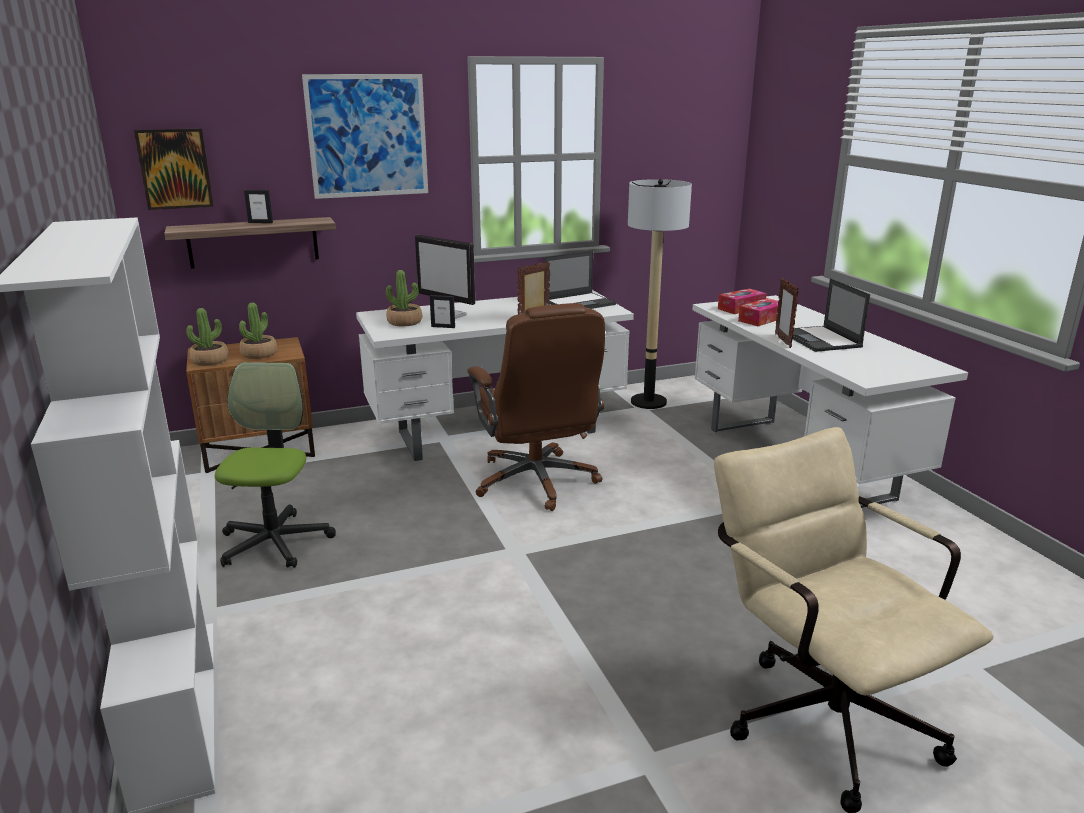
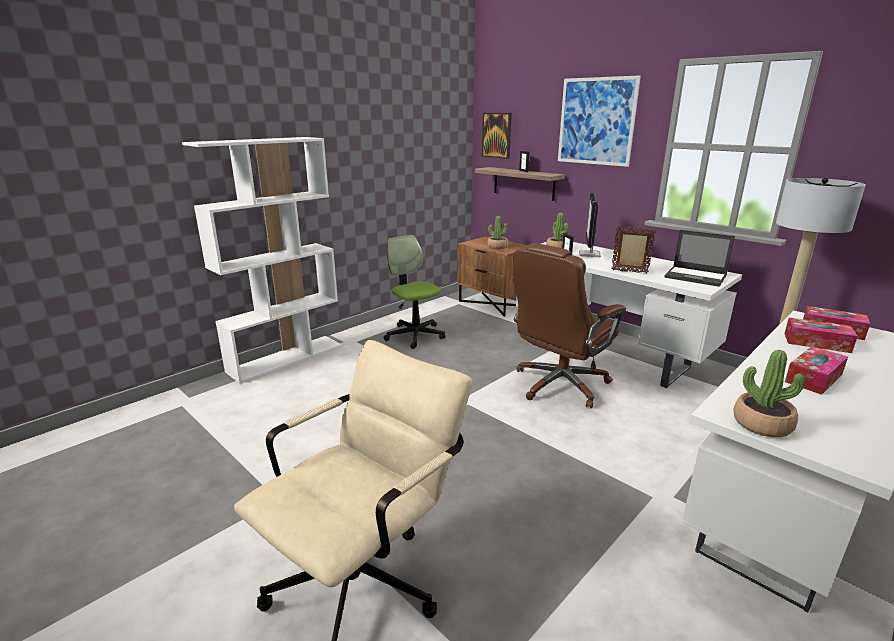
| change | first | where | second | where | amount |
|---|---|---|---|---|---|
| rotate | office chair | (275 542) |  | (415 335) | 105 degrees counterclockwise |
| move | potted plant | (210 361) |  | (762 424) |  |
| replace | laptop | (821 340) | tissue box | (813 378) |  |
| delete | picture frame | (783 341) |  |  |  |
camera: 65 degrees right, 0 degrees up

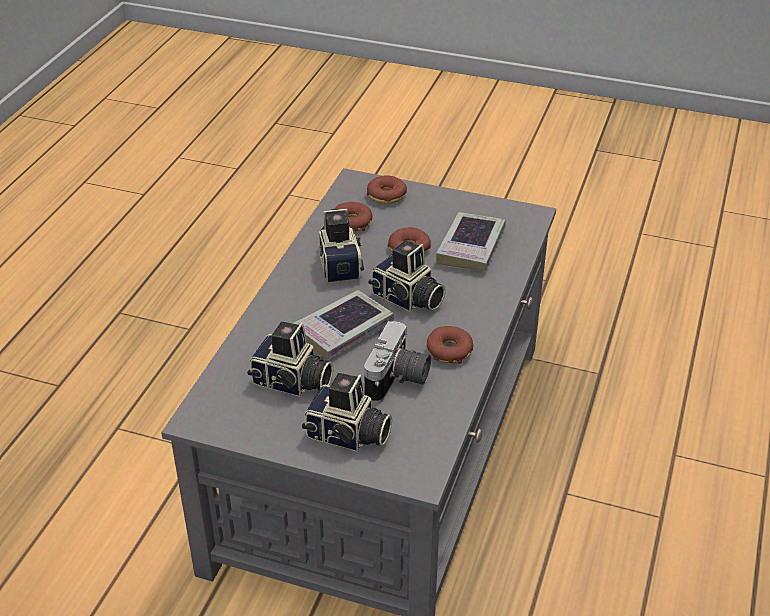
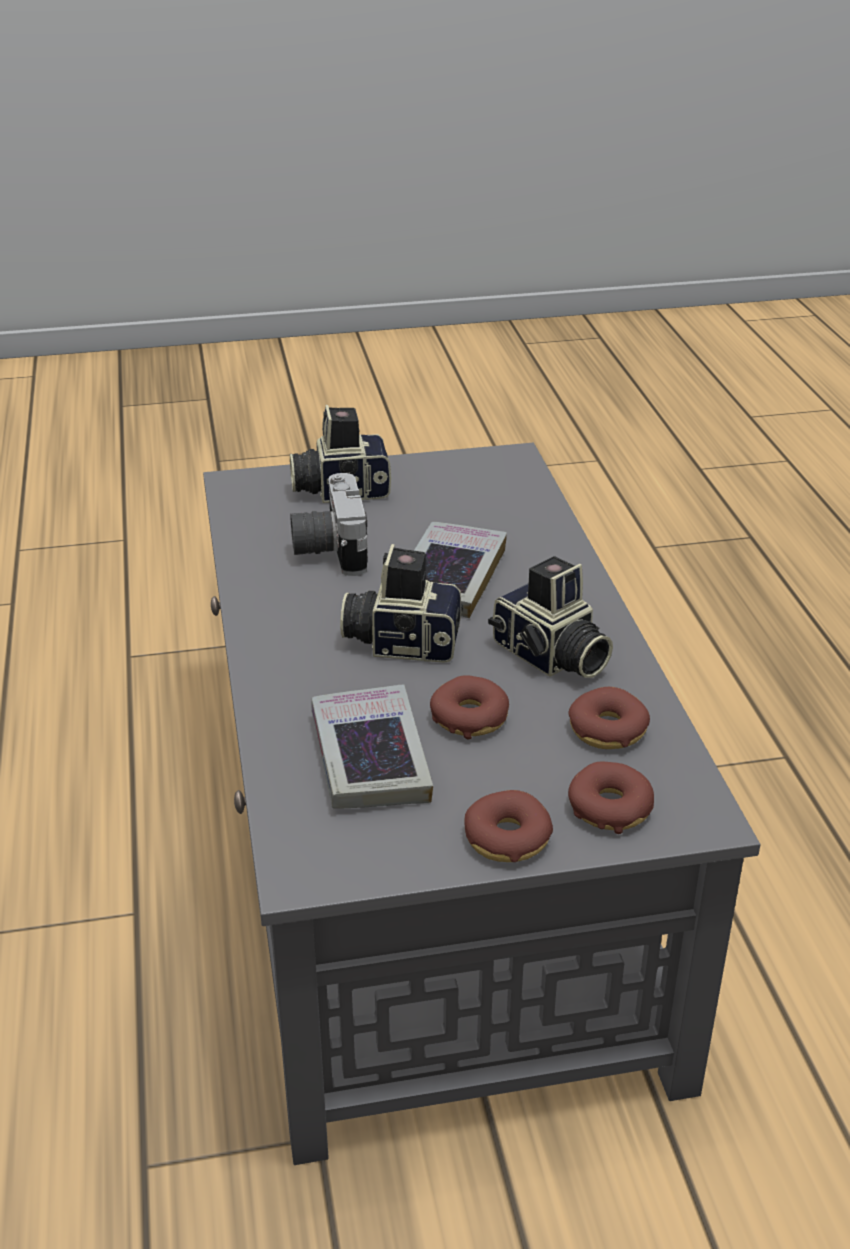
| change | first | where | second | where | amount |
|---|---|---|---|---|---|
| move | donut | (449 351) |  | (507 838) |  |
| delete | photo camera | (292 383) |  |  |  |
camera: 150 degrees right, 5 degrees down

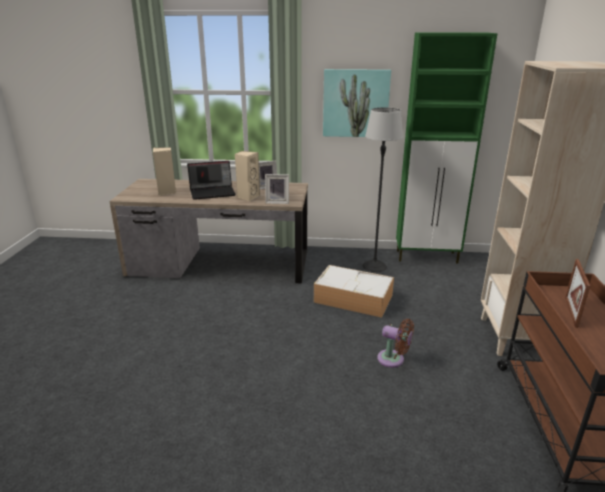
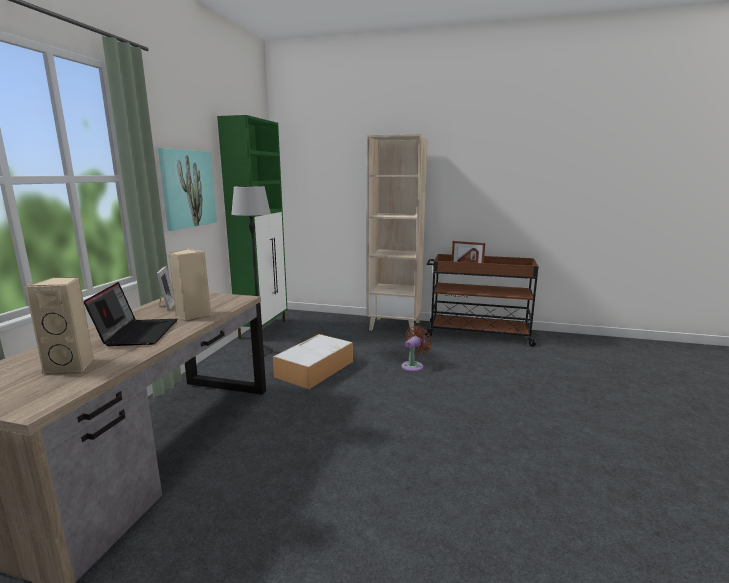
| change | first | where | second | where | amount |
|---|---|---|---|---|---|
| delete | picture frame | (277 202) |  |  |  |
camera: 80 degrees left, 10 degrees down

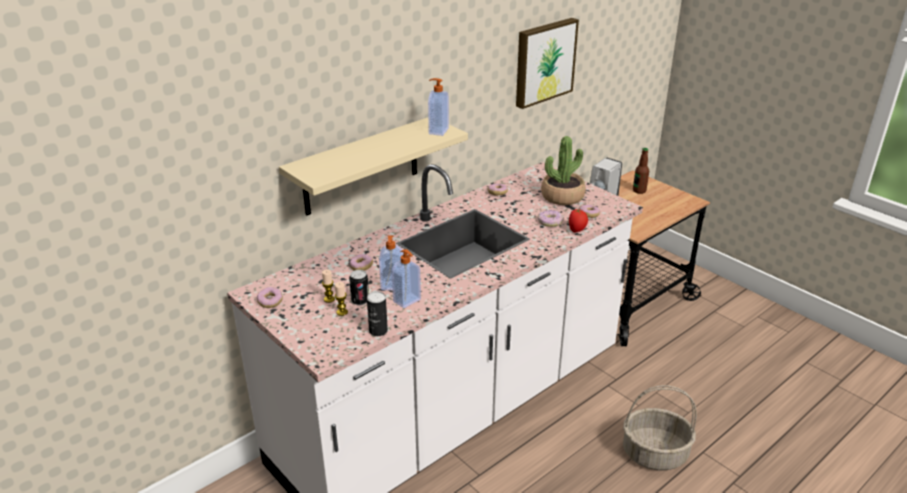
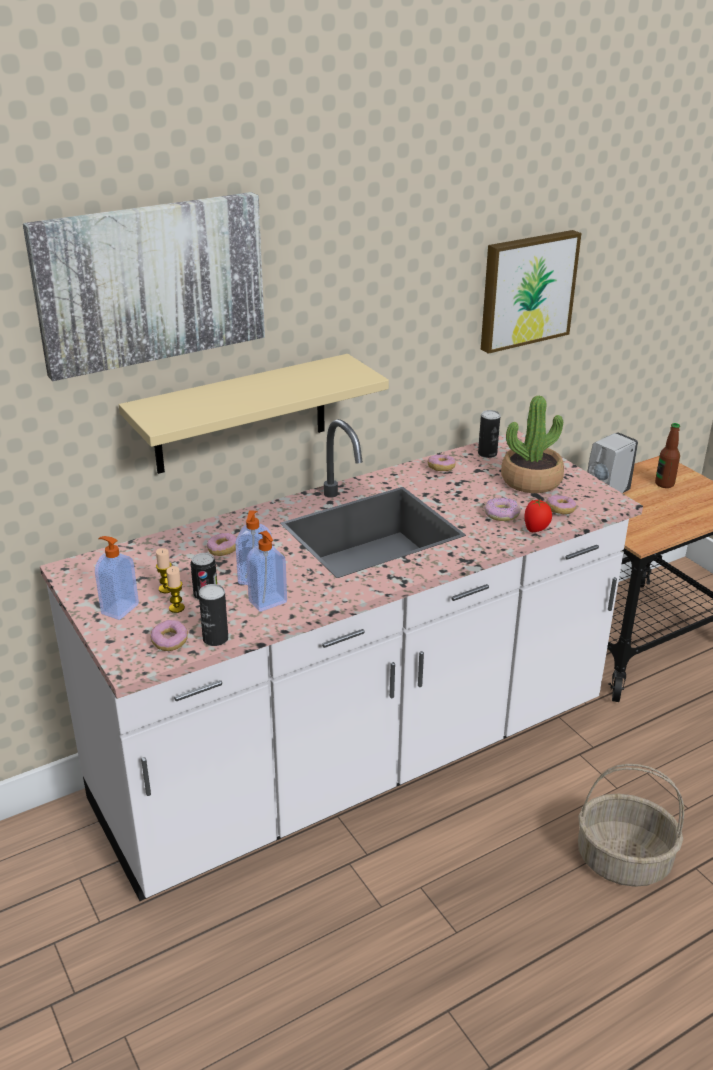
| change | first | where | second | where | amount |
|---|---|---|---|---|---|
| insert |  |  | picture | (151 283) |  |
| move | soap dispenser | (437 131) |  | (119 609) |  |
| move | donut | (270 302) |  | (169 642) |  |
| insert |  |  | can | (487 454) |  |
camera: 10 degrees right, 0 degrees up

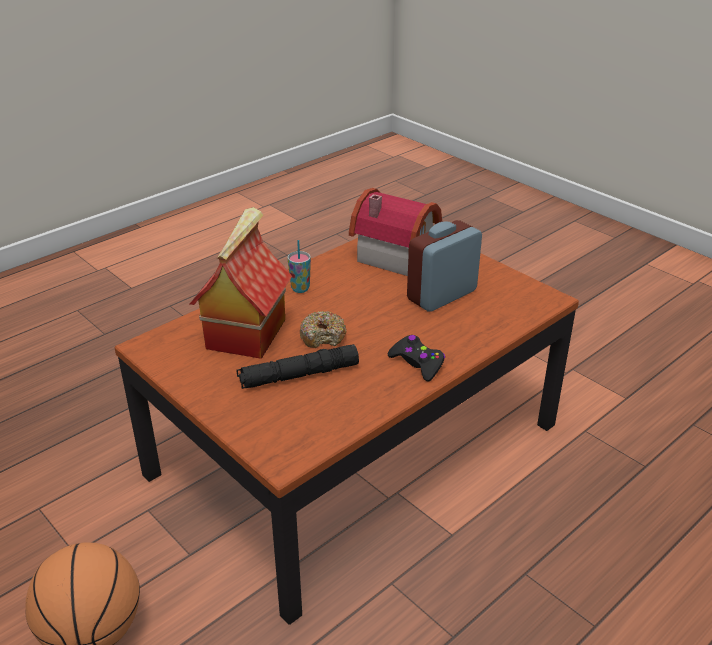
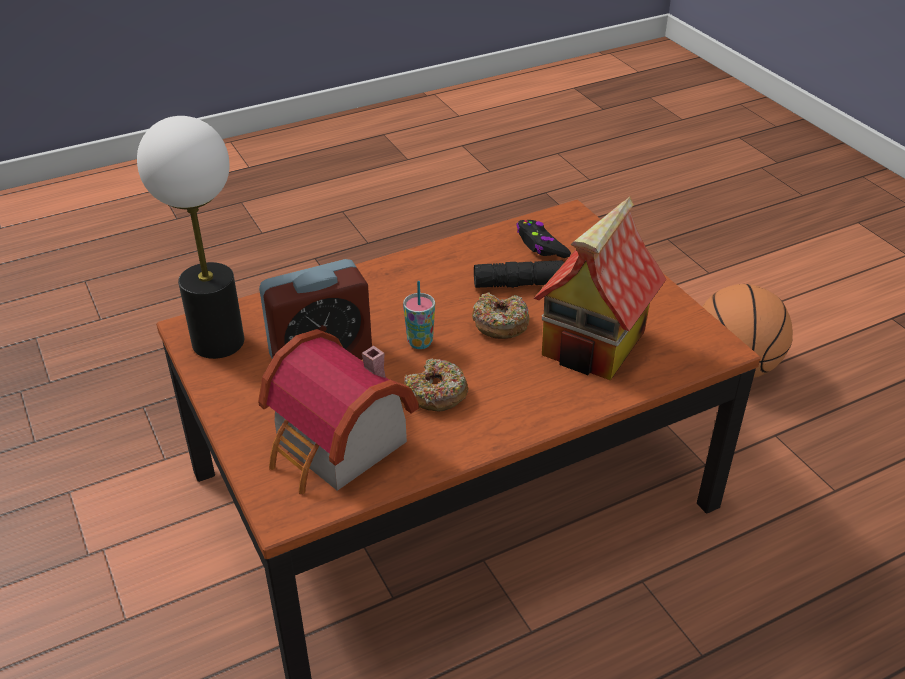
| change | first | where | second | where | amount |
|---|---|---|---|---|---|
| insert |  |  | table lamp | (219 341) |  |
| move | cup | (300 289) |  | (420 342) |  |
| insert |  |  | donut | (436 394) |  |
| move | game controller/black | (417 363) |  | (541 246) |  |
camera: 165 degrees left, 5 degrees up

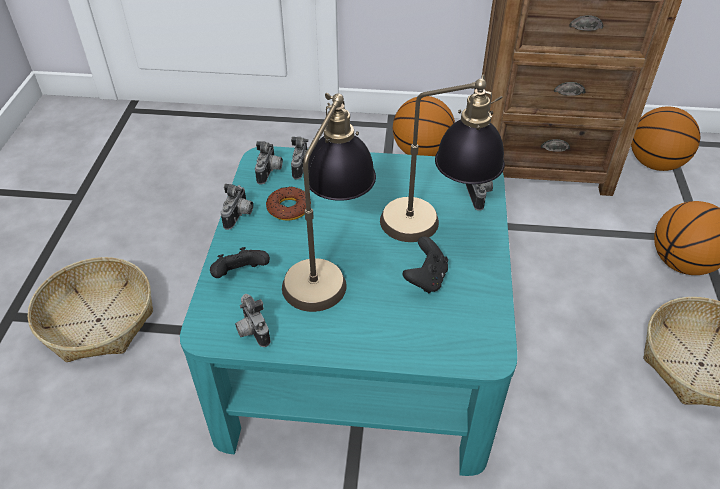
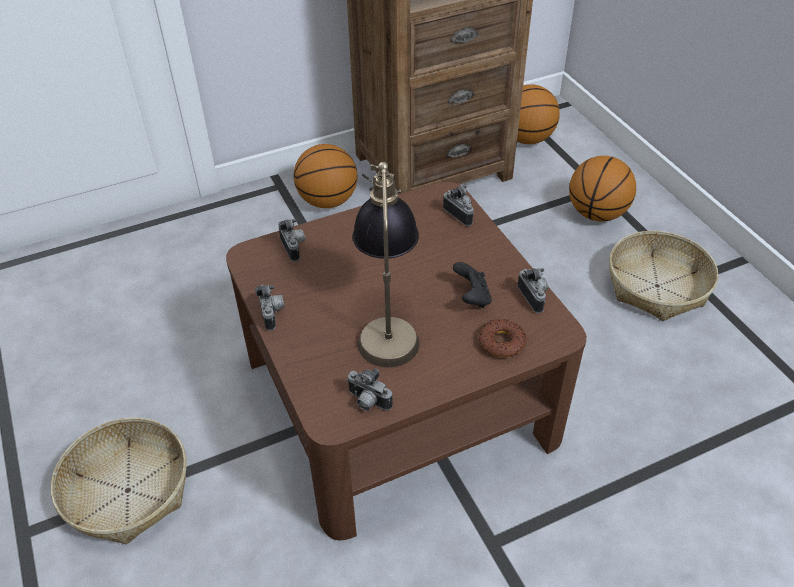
| change | first | where | second | where | amount |
|---|---|---|---|---|---|
| recolor | coffee table/turquoise | (358 347) | coffee table/brown | (396 395) |  |
| move | donut | (289 208) |  | (501 342) |  |
| move | photo camera | (270 172) |  | (534 297) |  |
| delete | game controller/black | (240 275) |  |  |  |
| delete | table lamp | (434 228) |  |  |  |
camera: 30 degrees left, 0 degrees up

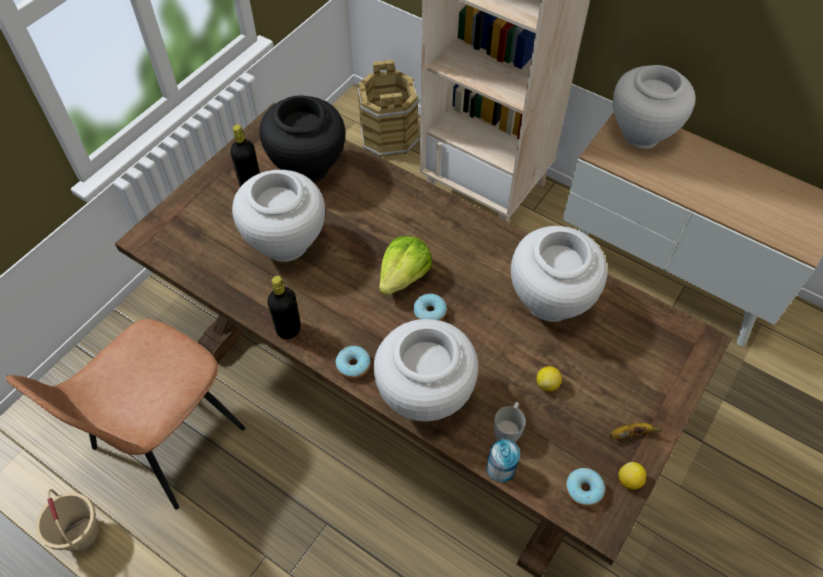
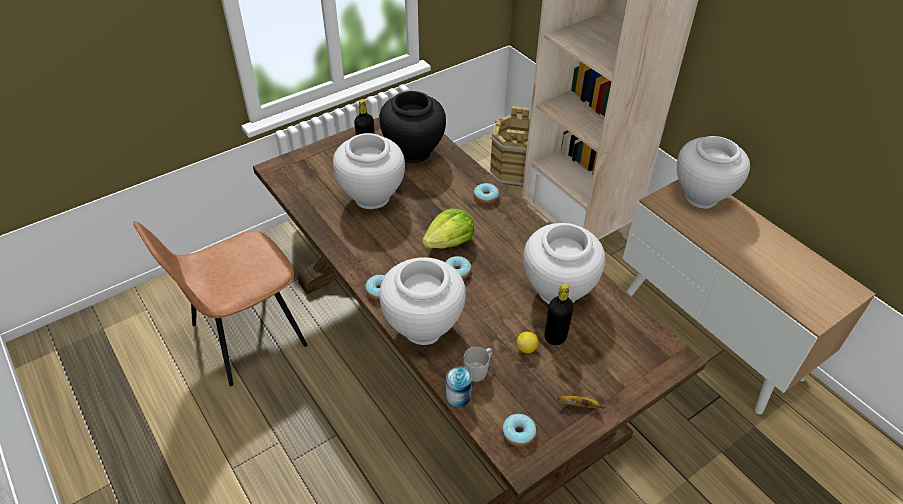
| change | first | where | second | where | amount |
|---|---|---|---|---|---|
| insert |  |  | donut | (485 197) |  |
| move | bottle/black | (288 329) |  | (555 337) |  |
| delete | bucket/beige | (80 534) |  |  |  |
| delete | lemon | (629 480) |  |  |  |
camera: 20 degrees right, 10 degrees down

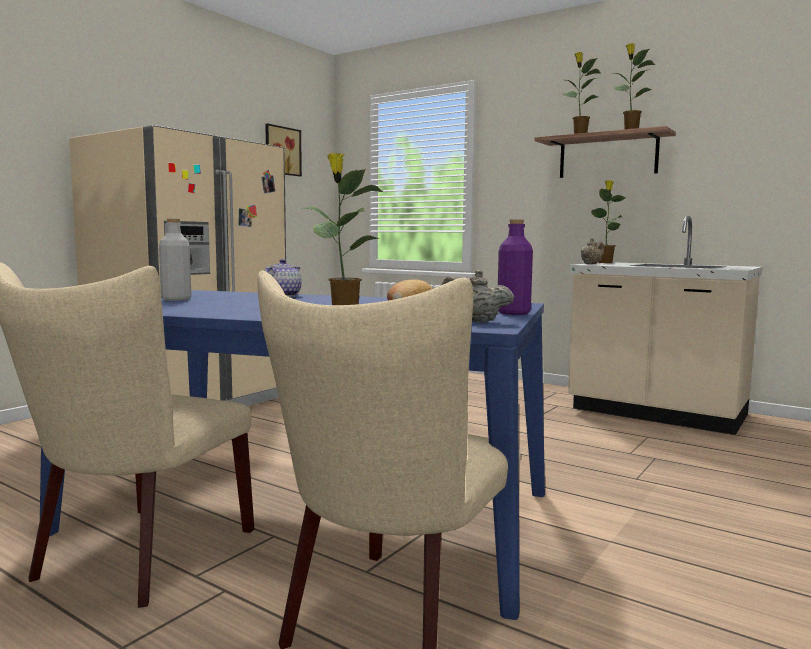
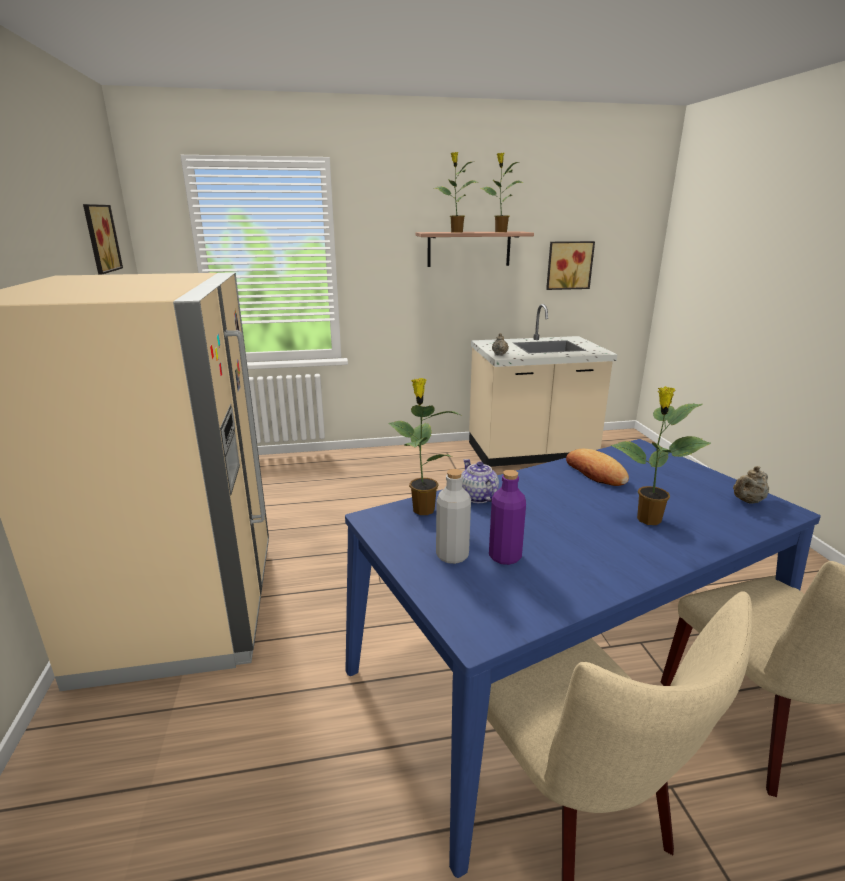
| change | first | where | second | where | amount |
|---|---|---|---|---|---|
| move | potted plant | (605 262) |  | (422 509) |  |
| move | bottle/purple | (513 313) |  | (505 556) |  |
| insert |  |  | picture | (568 265) |  |
camera: 45 degrees left, 15 degrees up

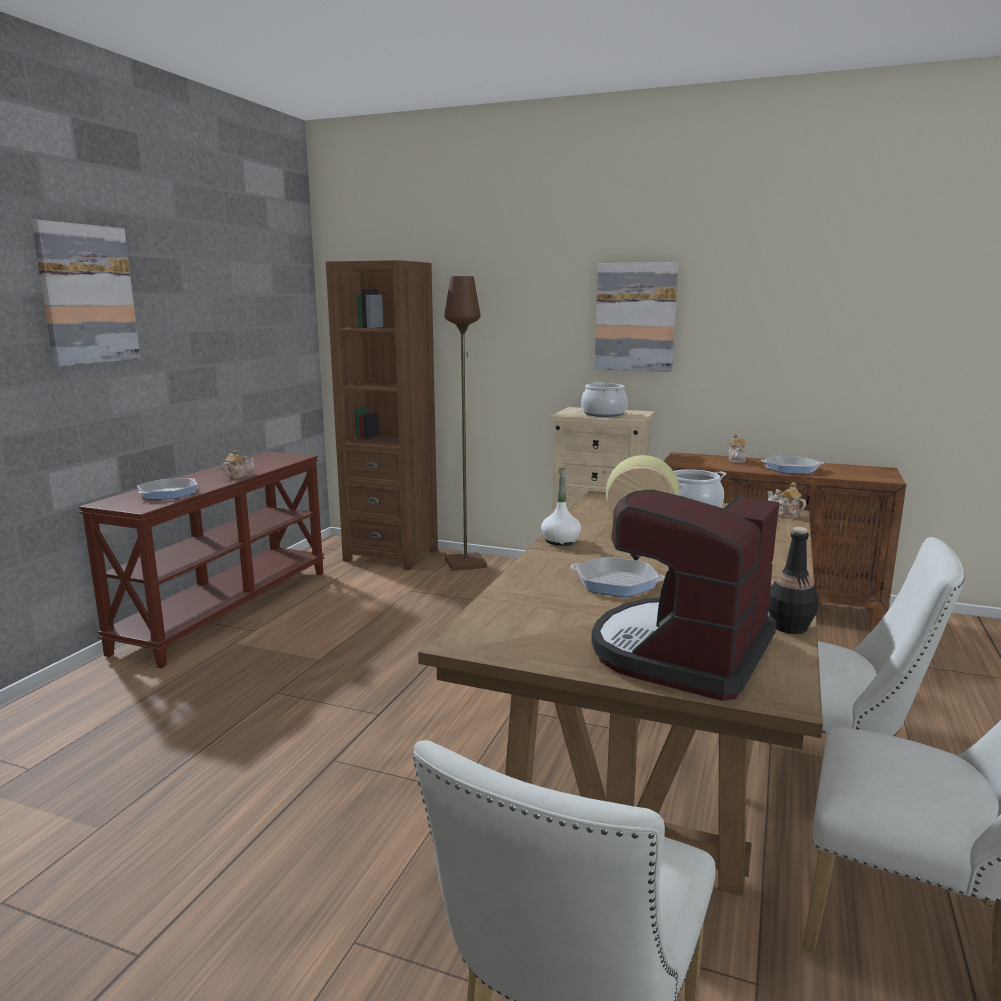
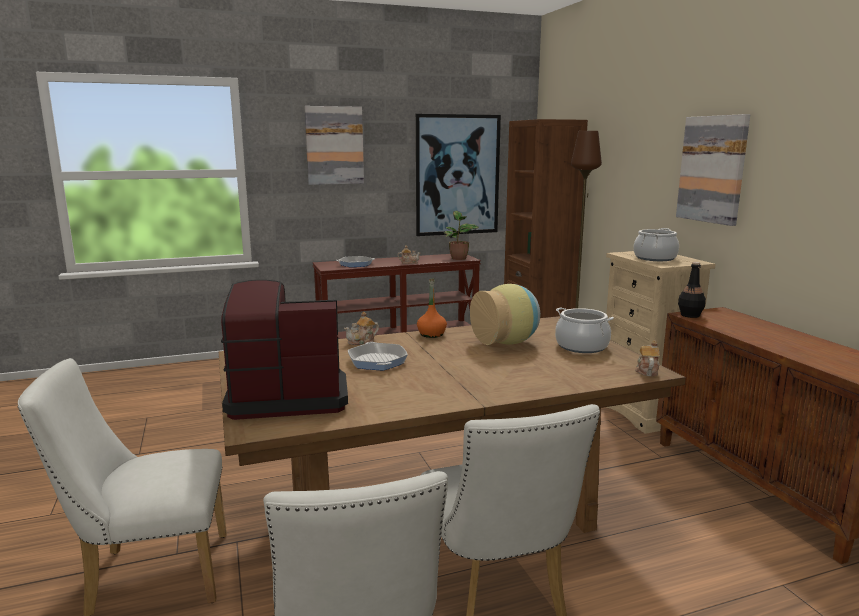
| change | first | where | second | where | amount |
|---|---|---|---|---|---|
| move | teapot | (737 460) |  | (362 341) |  |
| insert |  |  | picture | (457 175) |  |
| recolor | bottle/white | (560 541) | bottle/orange | (431 334) |  |
| insert |  |  | potted plant | (459 258) |  |
| move | bottle/black | (789 627) |  | (689 315) |  |
| delete | frying pan | (791 469) |  |  |  |
camera: 50 degrees right, 0 degrees up

